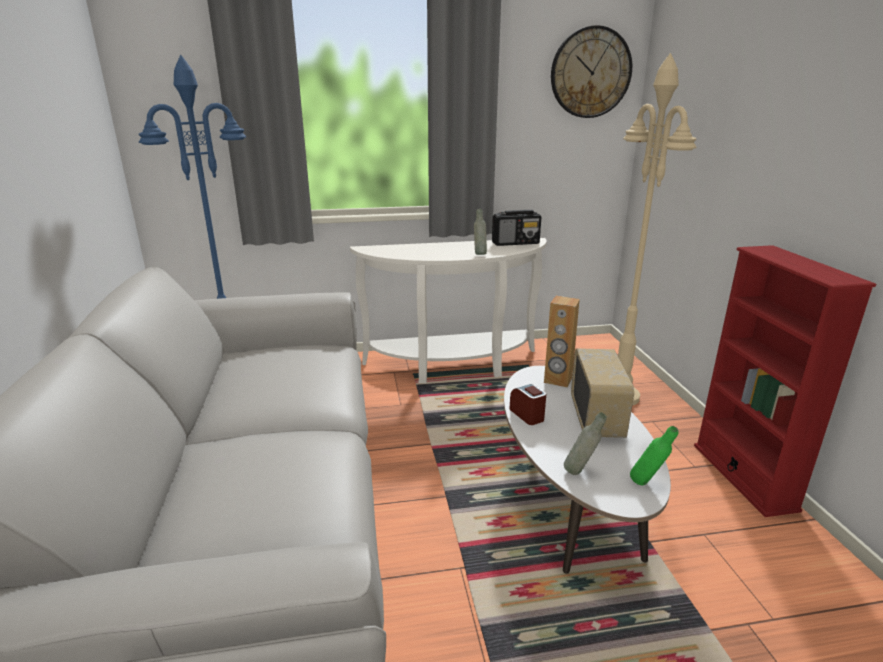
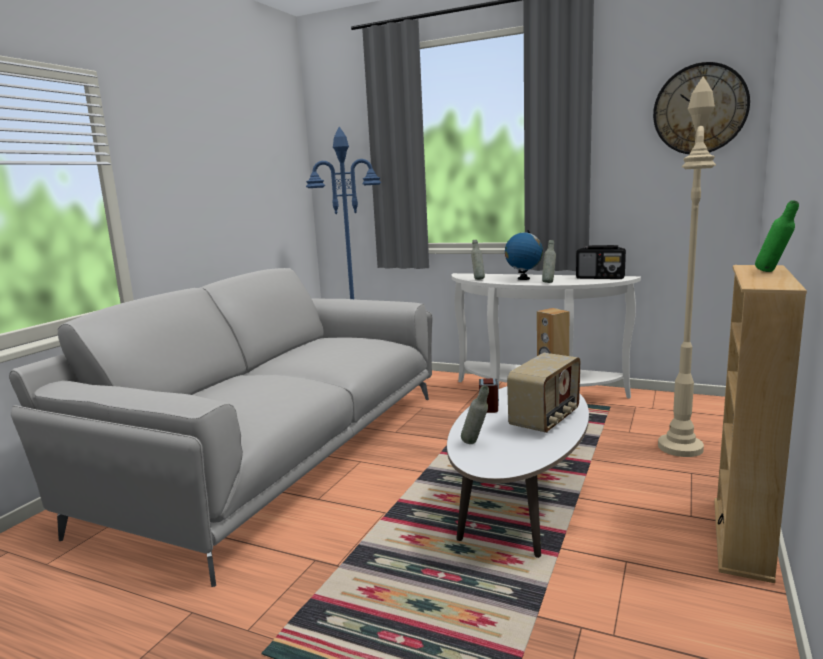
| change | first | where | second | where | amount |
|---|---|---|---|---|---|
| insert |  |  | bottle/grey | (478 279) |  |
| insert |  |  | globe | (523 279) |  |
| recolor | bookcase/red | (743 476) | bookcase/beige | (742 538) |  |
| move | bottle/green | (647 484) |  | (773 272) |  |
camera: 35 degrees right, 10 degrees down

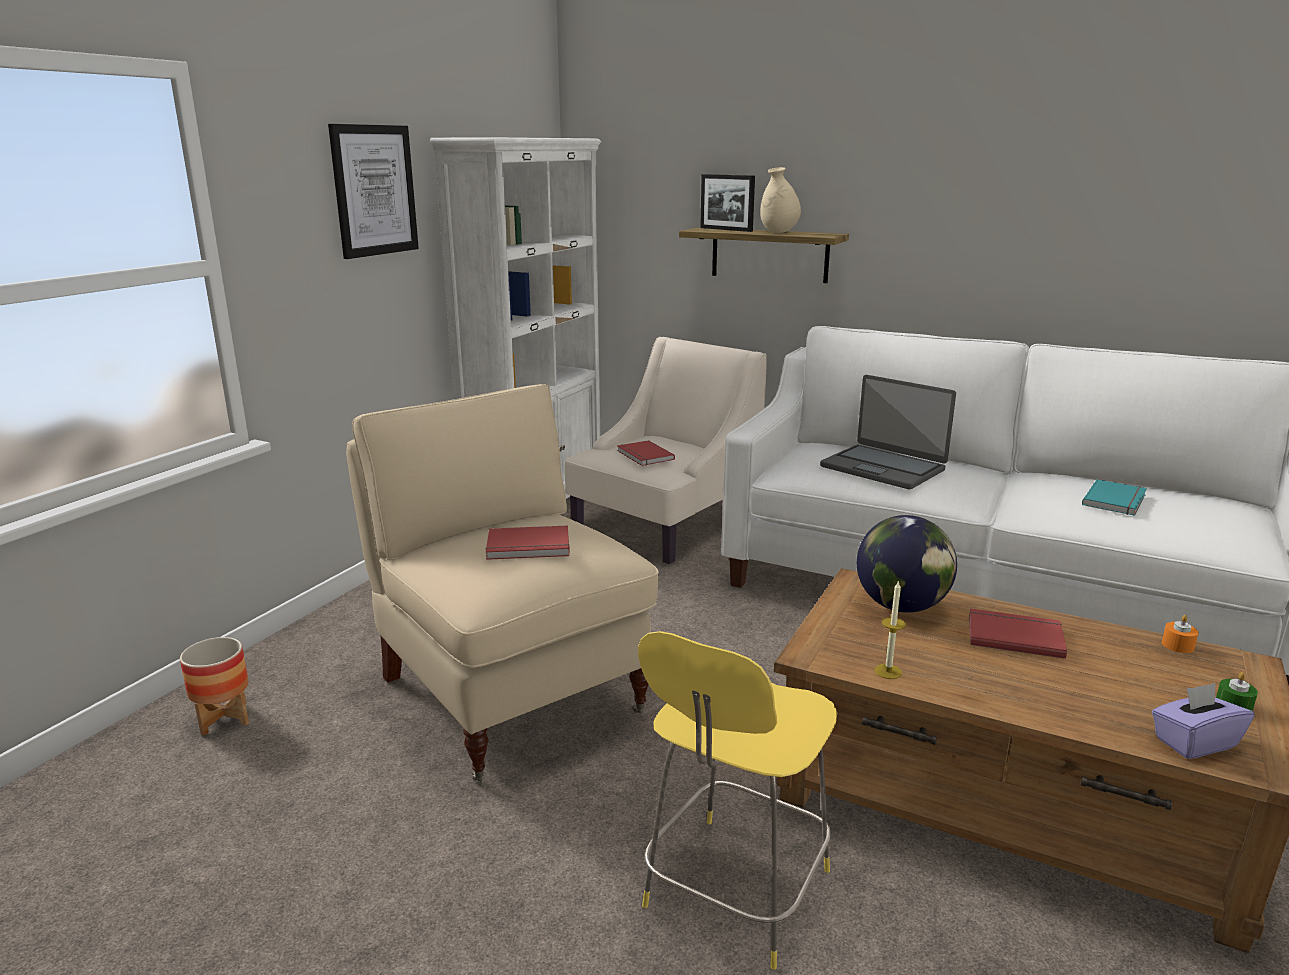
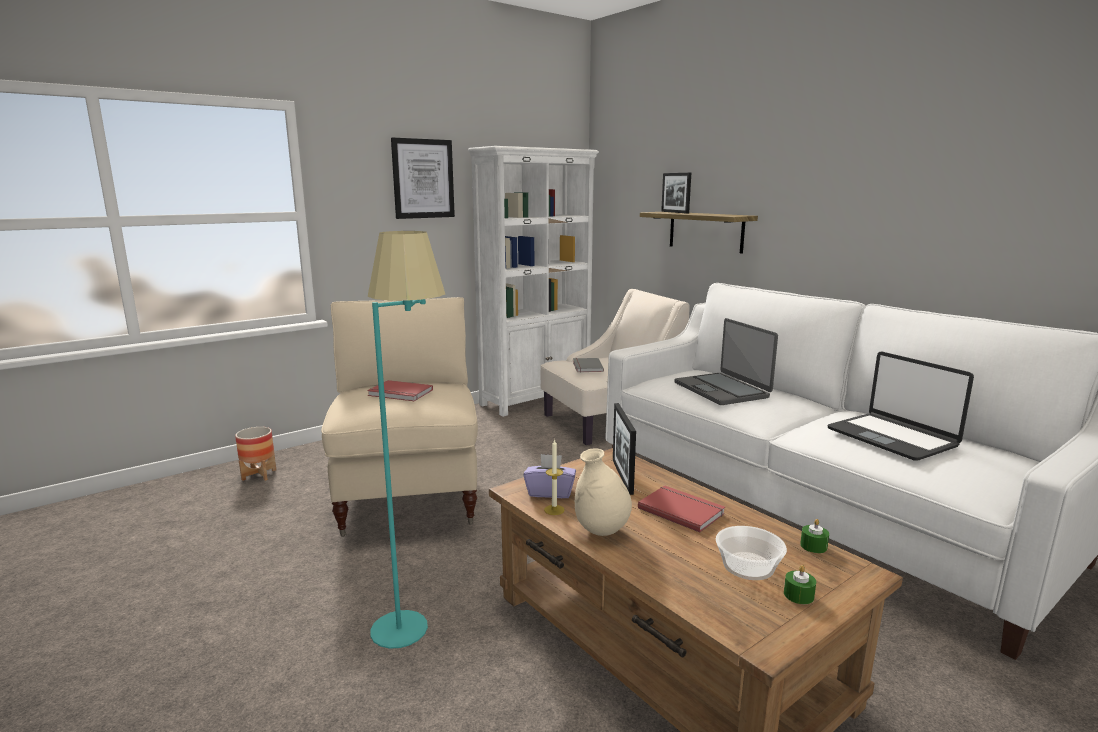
| change | first | where | second | where | amount |
|---|---|---|---|---|---|
| replace | stool/yellow | (734 893) | floor lamp/turquoise | (416 640) |  |
| move | tissue box/purple | (1194 742) |  | (550 492) |  |
| recolor | book/red | (643 455) | book/grey | (586 367) |  |
| move | vase/beige | (779 232) |  | (601 531) |  |
| replace | globe | (901 606) | picture frame | (622 476) |  |
| insert |  |  | bowl | (747 566) |  |
| recolor | candle/orange | (1177 645) | candle/green | (813 546) |  |
| replace | book/turquoise | (1116 500) | laptop | (892 437) |  |
camera: 25 degrees right, 5 degrees down

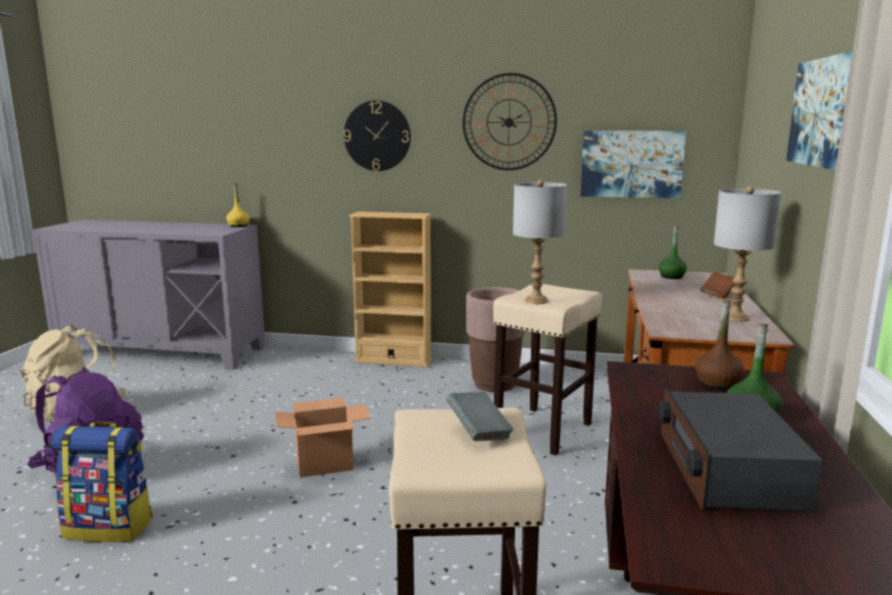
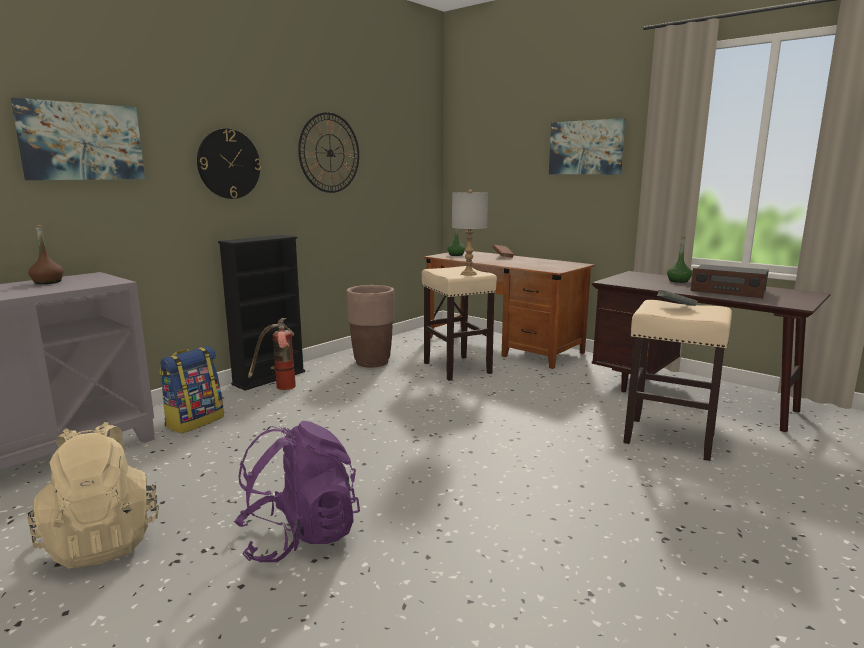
| change | first | where | second | where | amount |
|---|---|---|---|---|---|
| move | picture | (631 164) |  | (82 142) |  |
| move | bottle/brown | (717 383) |  | (48 282) |  |
| move | backpack | (110 527) |  | (194 421) |  |
| recolor | bookcase/beige | (393 360) | bookcase/black | (269 378) |  |
| insert |  |  | fire extinguisher | (279 388) |  |
| delete | bottle/yellow | (238 225) |  |  |  |
| delete | cardboard box | (325 464) |  |  |  |
| delete | table lamp/grey | (736 318) |  |  |  |
camera: 60 degrees left, 0 degrees up

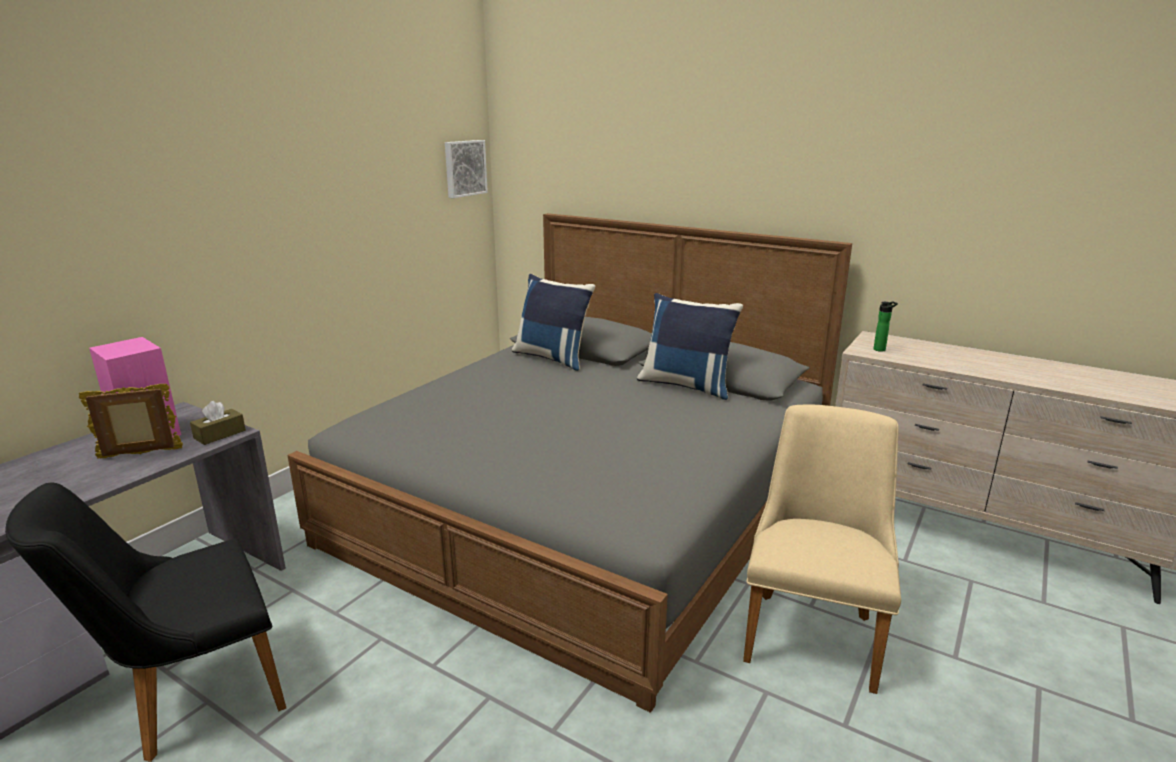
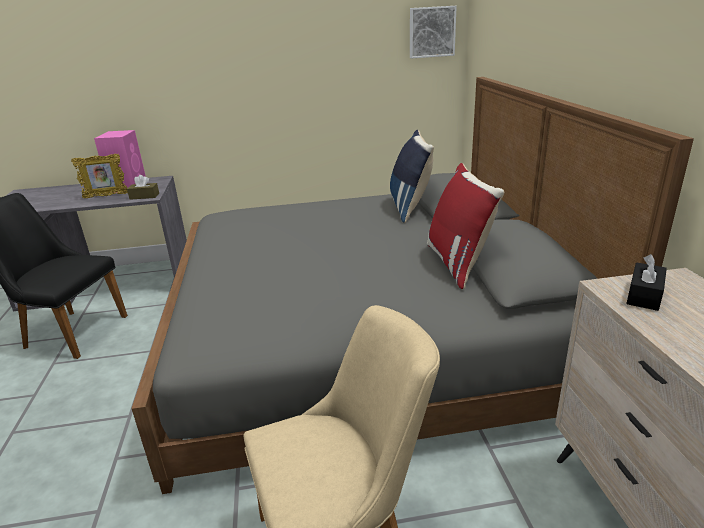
| change | first | where | second | where | amount |
|---|---|---|---|---|---|
| rotate | picture frame | (140 454) |  | (106 196) | 135 degrees clockwise |
| recolor | pillow/blue | (687 385) | pillow/red | (459 264) |  |
| replace | bottle | (881 349) | tissue box/black | (644 295) |  |
camera: 50 degrees right, 5 degrees up

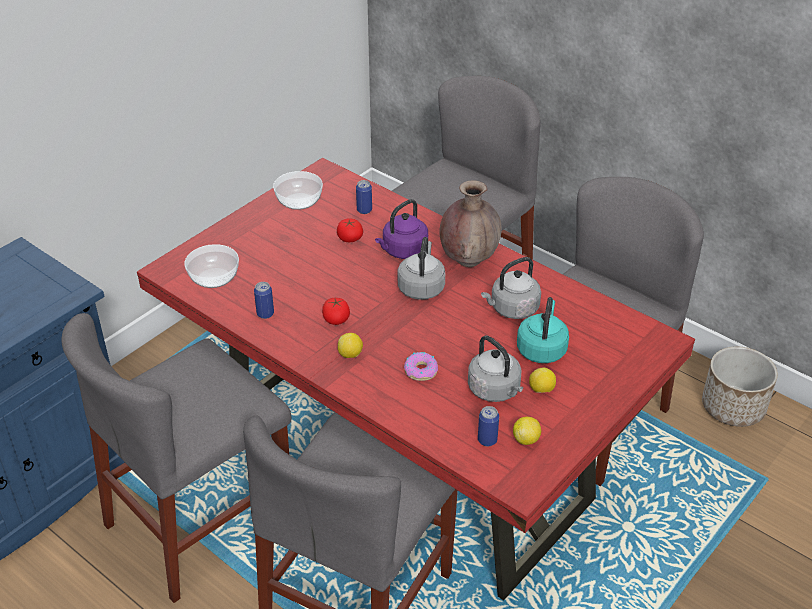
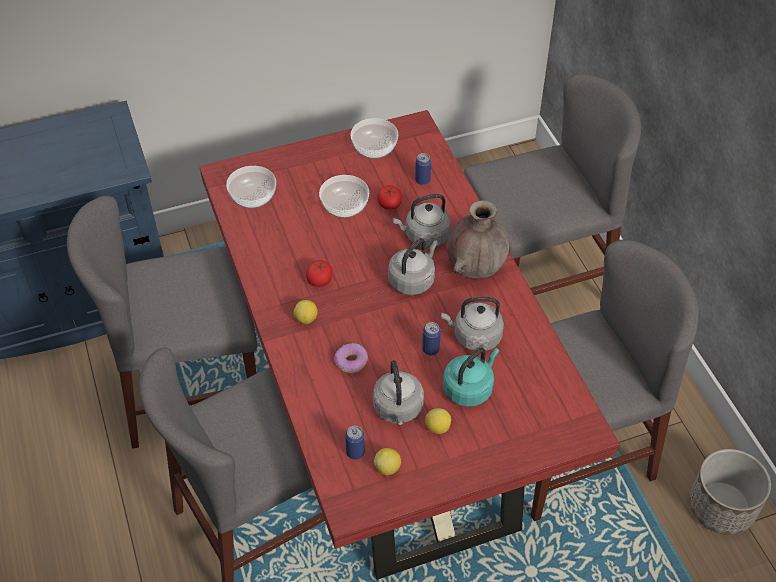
| change | first | where | second | where | amount |
|---|---|---|---|---|---|
| insert |  |  | bowl | (344 206) |  |
| recolor | kettle/purple | (403 251) | kettle/grey | (424 236) |  |
| move | can | (265 314) |  | (430 349) |  |
camera: 30 degrees right, 10 degrees up

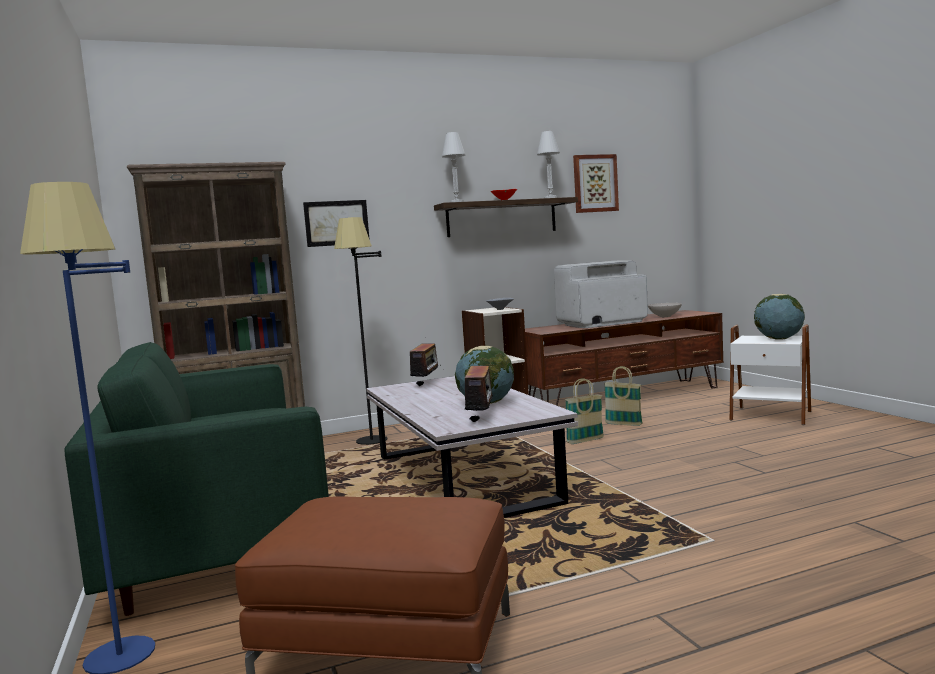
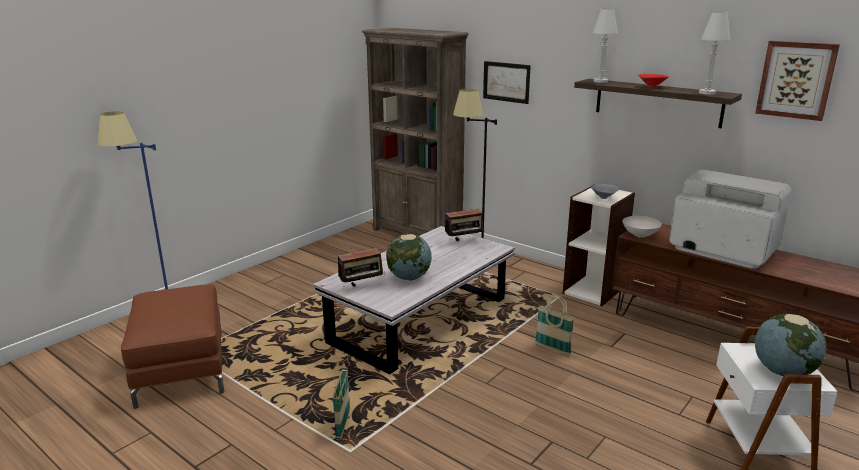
| change | first | where | second | where | amount |
|---|---|---|---|---|---|
| move | basket | (623 424) |  | (343 425) |  |
| move | bowl/white | (665 316) |  | (640 235) |  |
| delete | sofa/green | (219 538) |  |  |  |
camera: 60 degrees right, 15 degrees up

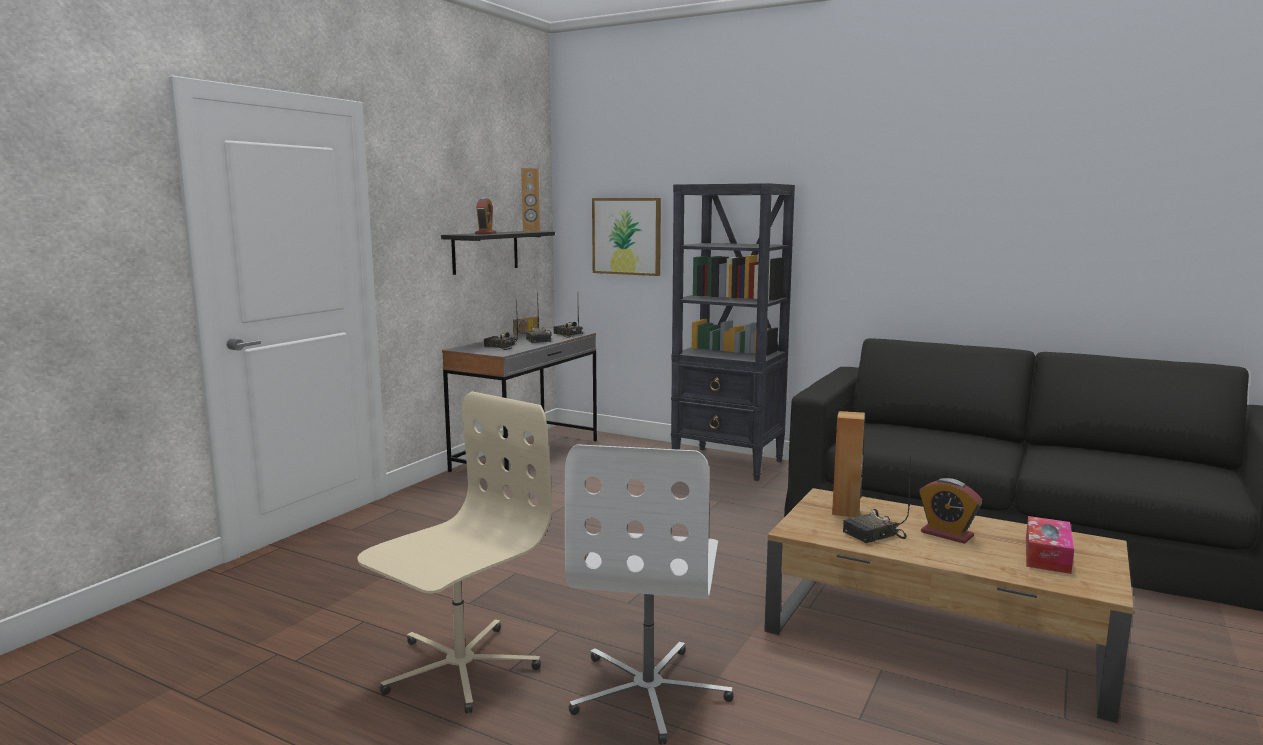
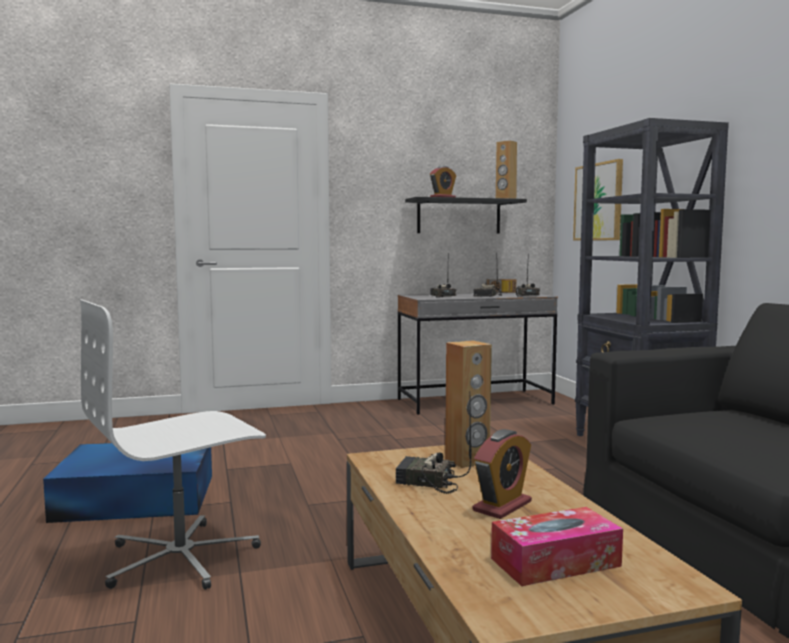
| change | first | where | second | where | amount |
|---|---|---|---|---|---|
| replace | office chair/beige | (459 668) | storage box/blue | (138 497) |  |
| rotate | alarm clock | (947 534) |  | (502 506) | 135 degrees counterclockwise |
camera: 45 degrees right, 5 degrees down

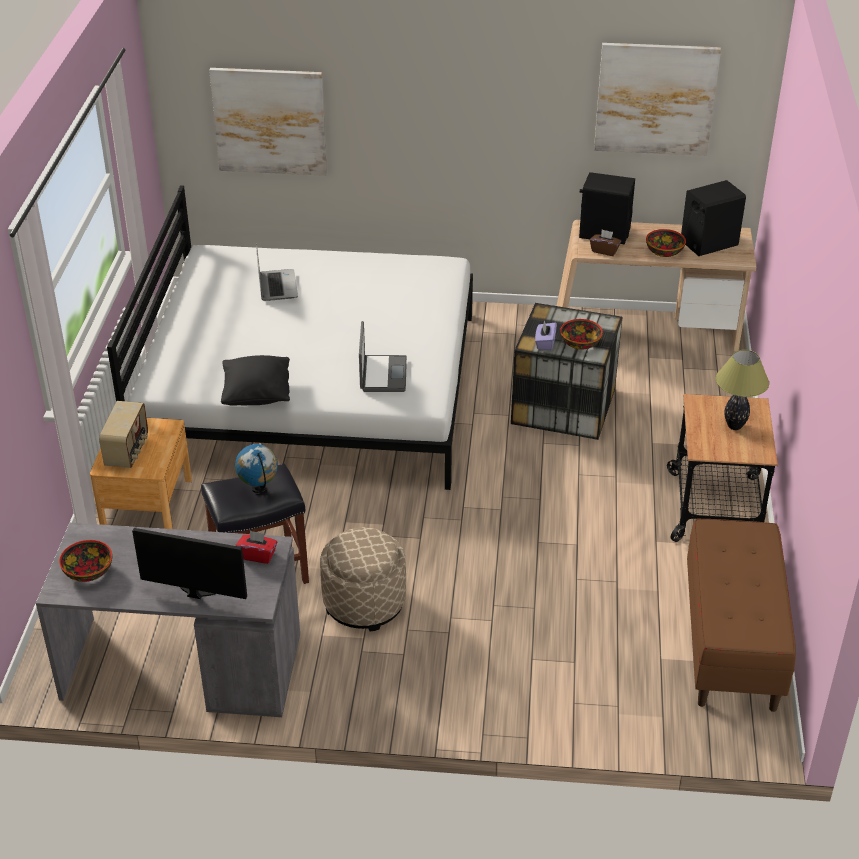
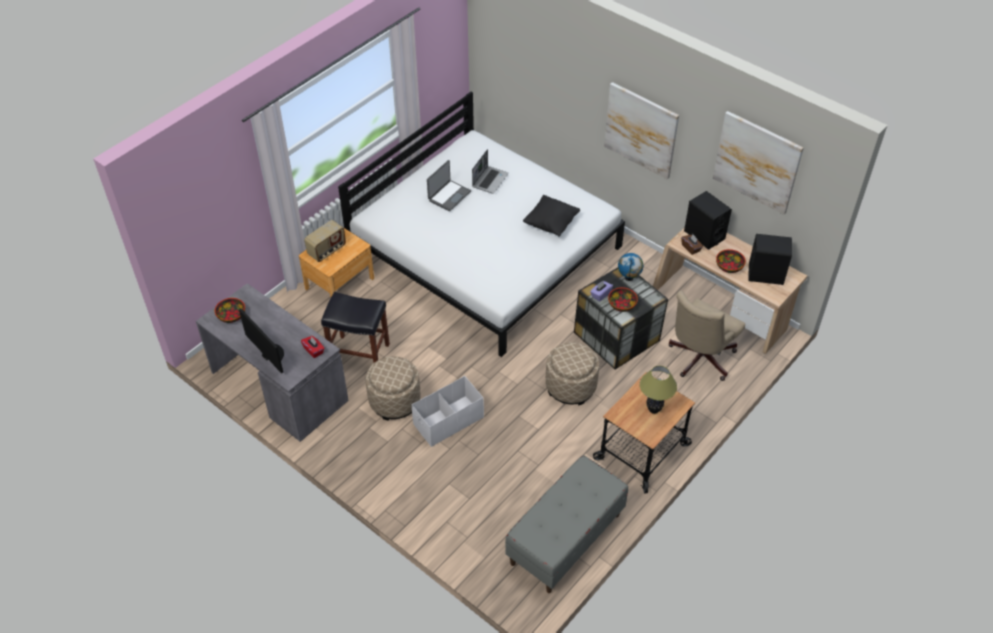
| change | first | where | second | where | amount |
|---|---|---|---|---|---|
| insert |  |  | storage box/white | (448 421) |  |
| move | laptop | (382 374) |  | (449 195) |  |
| recolor | bench/brown | (732 643) | bench/grey | (565 539) |  |
| move | pillow/black | (257 396) |  | (551 224) |  |
| insert |  |  | ottoman/beige | (571 386) |  |
| move | picture | (269 121) |  | (641 130) |  |
| move | globe | (259 488) |  | (629 278) |  |
| insert |  |  | office chair/beige | (698 359) |  |
camera: 35 degrees right, 10 degrees up

